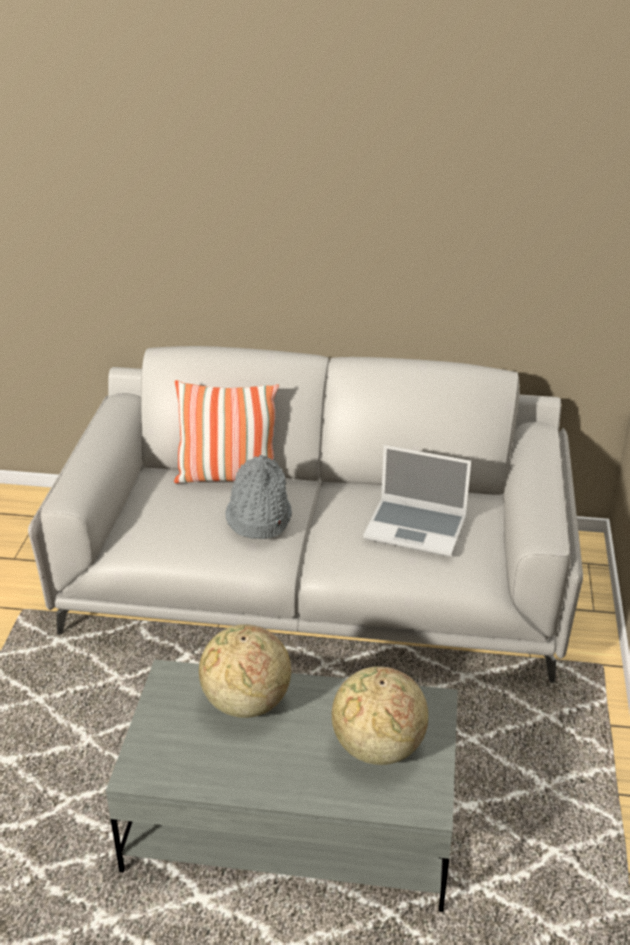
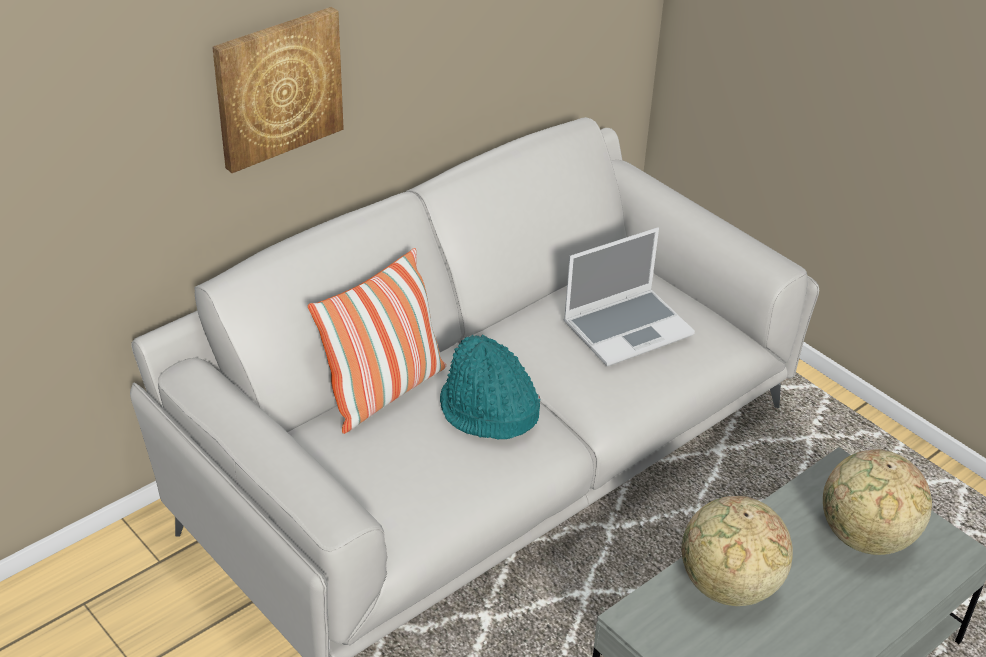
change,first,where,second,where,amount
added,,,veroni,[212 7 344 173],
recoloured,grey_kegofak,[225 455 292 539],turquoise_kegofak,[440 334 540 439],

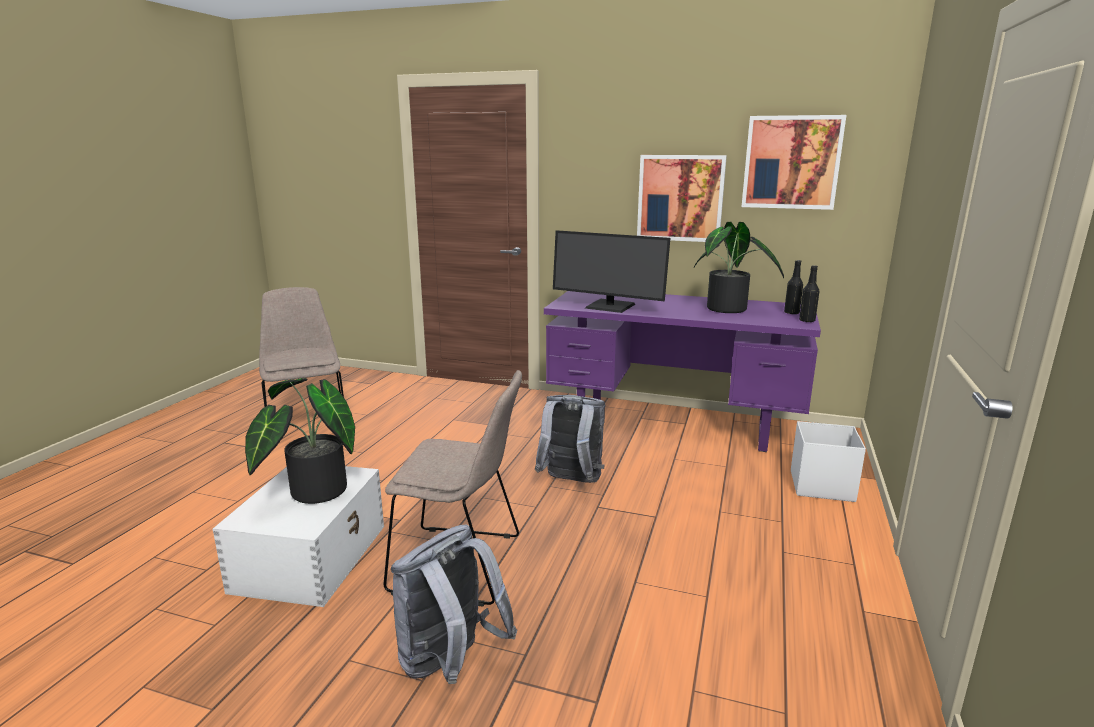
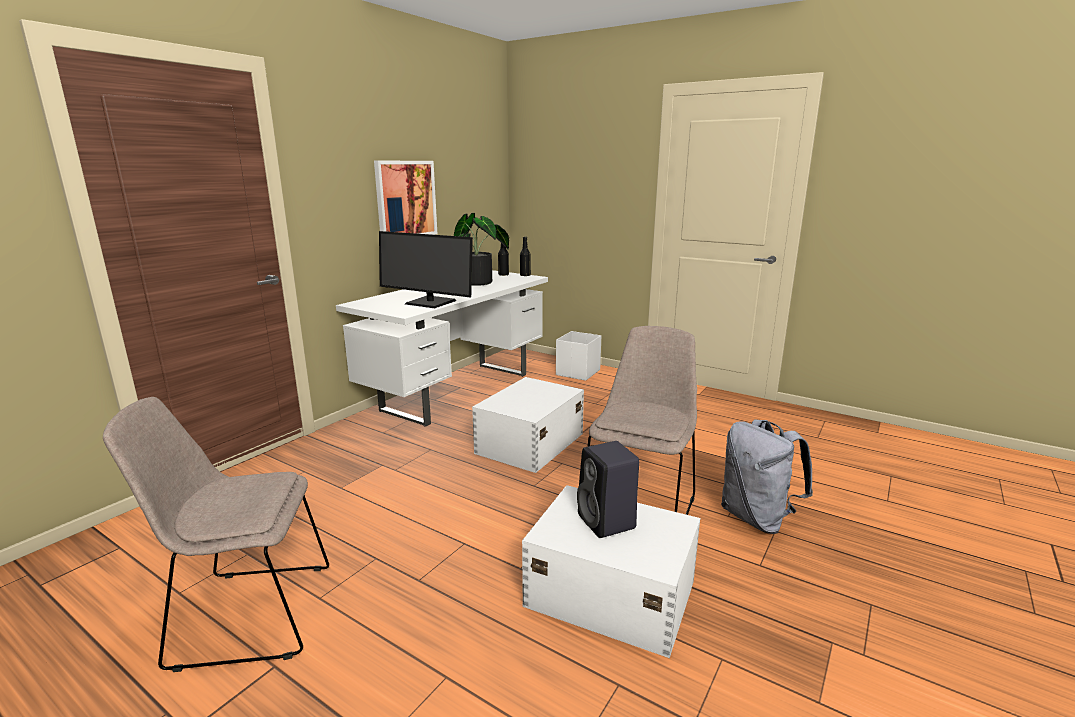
change,first,where,second,where,amount
recoloured,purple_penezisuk,[544 291 821 452],white_penezisuk,[336 270 548 427],
turned,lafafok,[553 230 671 313],,[379 231 473 308],75 degrees clockwise
replaced,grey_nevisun,[535 395 606 483],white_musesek,[472 377 584 473],
replaced,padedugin,[245 378 355 504],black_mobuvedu,[577 441 639 538],
removed,veroni,[742 115 846 210],,,

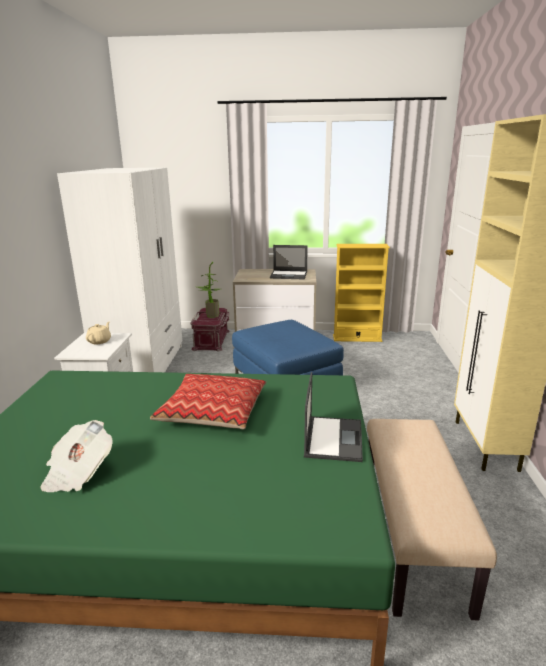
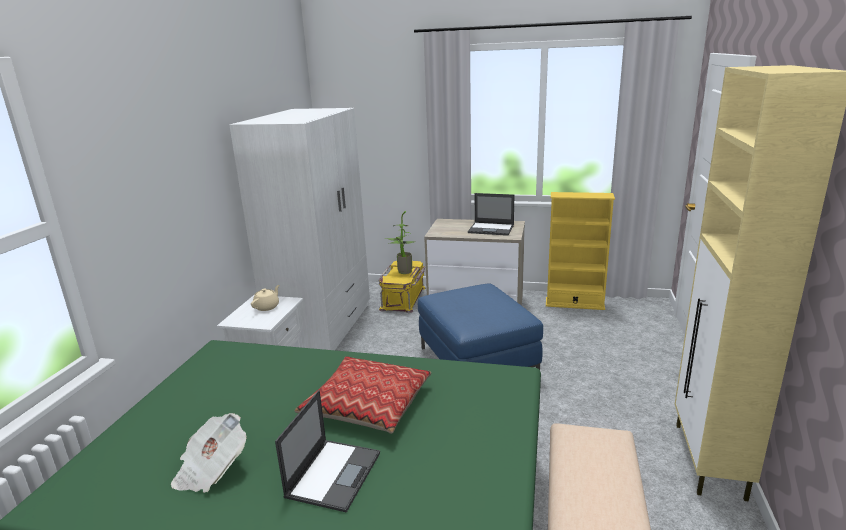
change,first,where,second,where,amount
moved,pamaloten,[304 372 363 462],,[275 390 380 513],
recoloured,red_musesek,[190 308 230 352],yellow_musesek,[379 261 426 313],

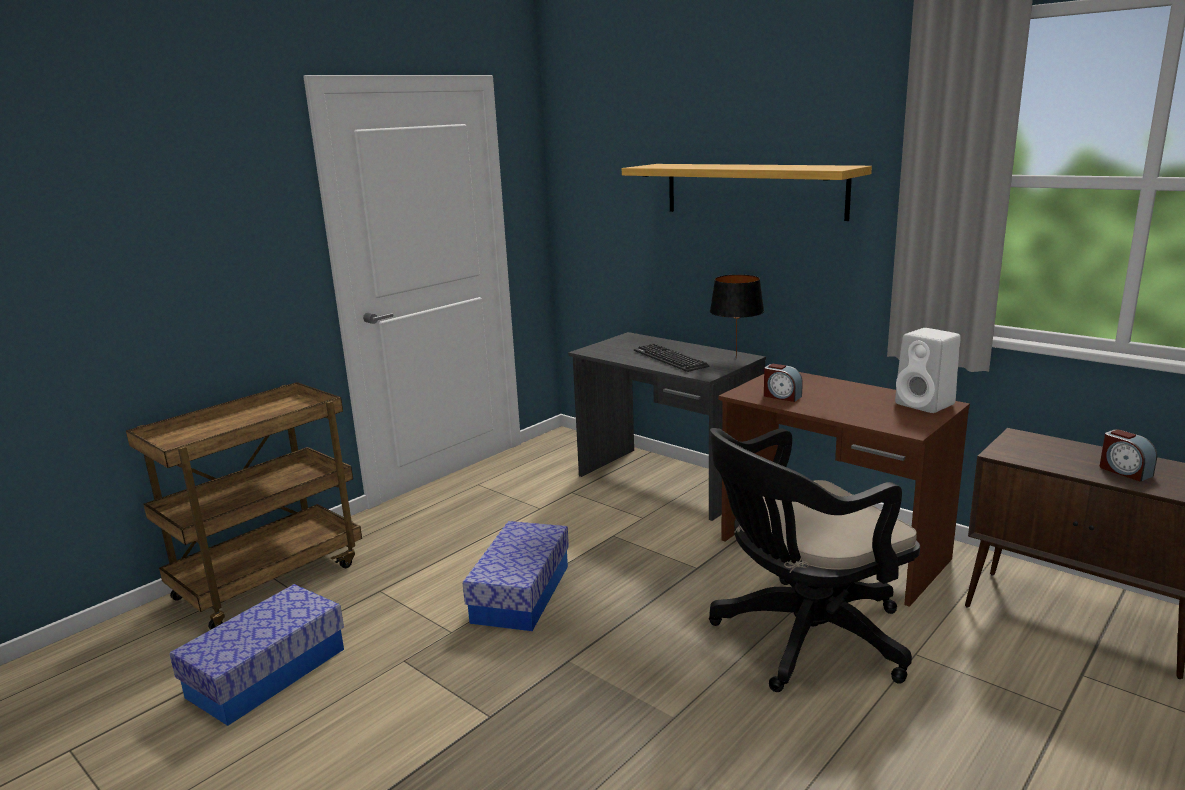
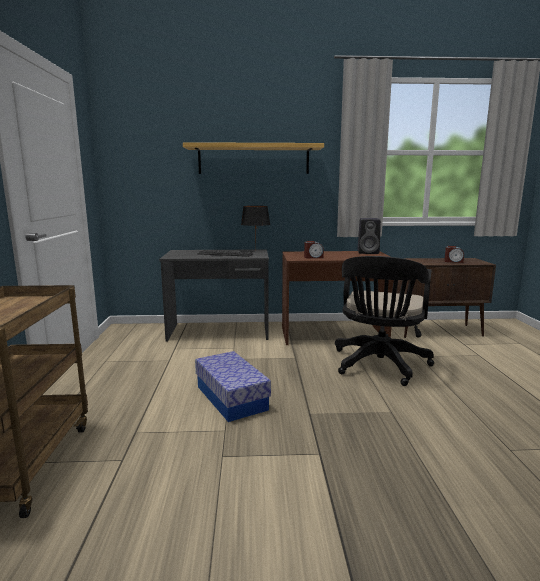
change,first,where,second,where,amount
recoloured,white_mobuvedu,[895 328 961 413],black_mobuvedu,[357 218 381 254],
removed,musesek,[169 584 344 726],,,

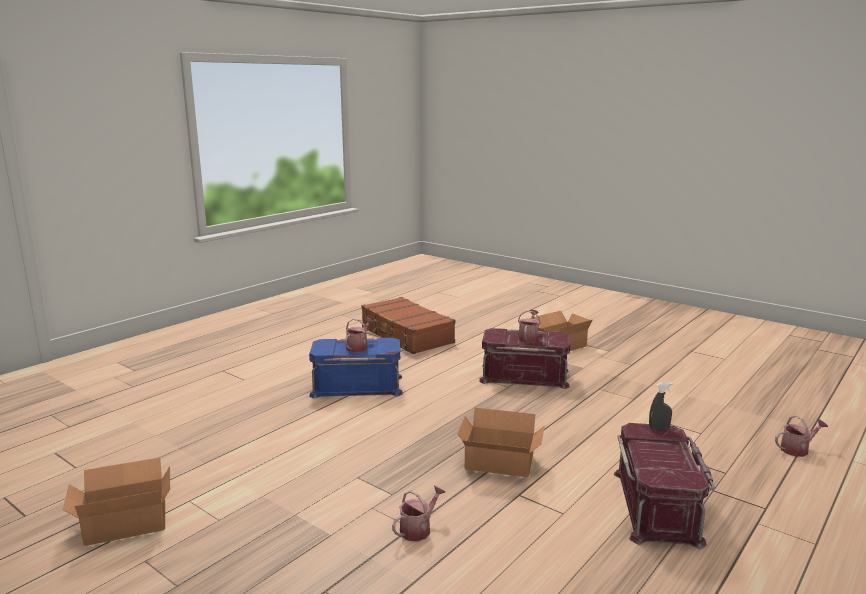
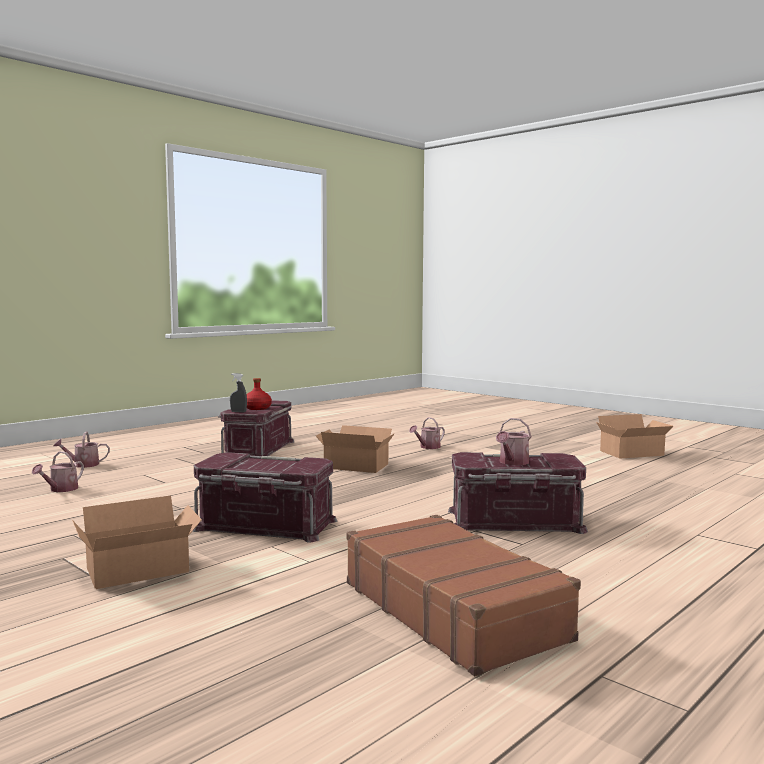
change,first,where,second,where,amount
moved,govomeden,[518 310 541 343],,[32 451 84 492],
added,,,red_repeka,[247 378 272 410],
recoloured,blue_musesek,[309 338 403 399],red_musesek,[448 452 588 534],

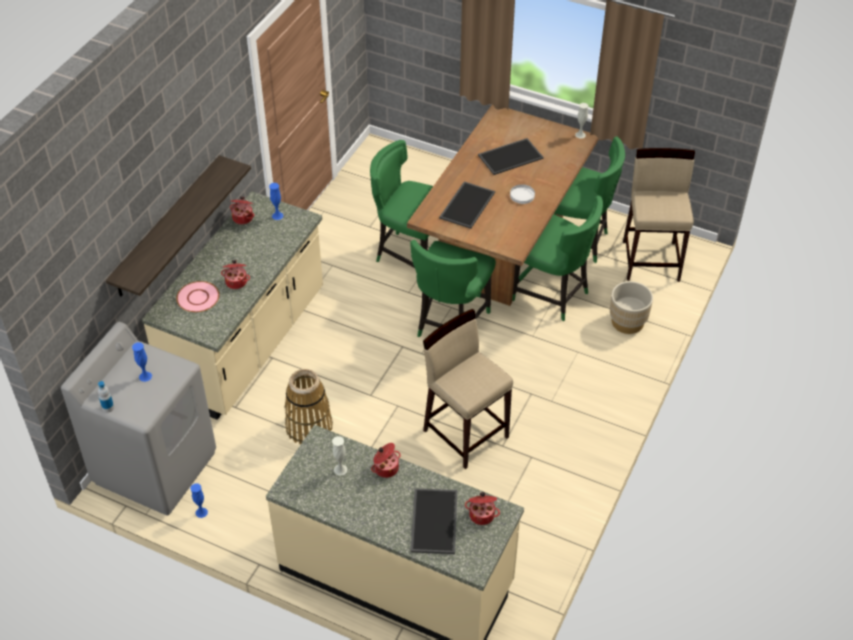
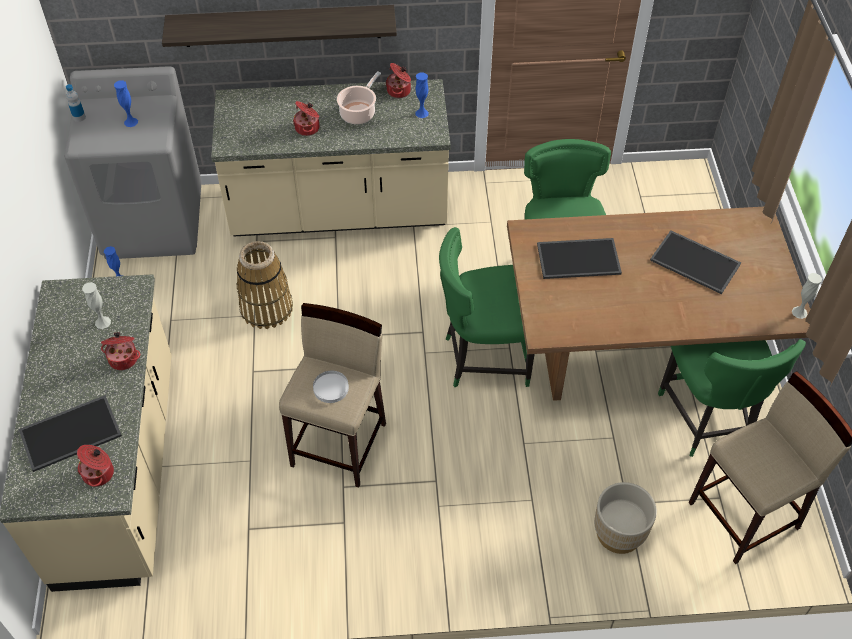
change,first,where,second,where,amount
moved,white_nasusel,[510 184 535 204],,[313 371 349 403],
added,,,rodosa,[337 71 381 124],
removed,pink_nasusel,[176 281 219 312],,,
removed,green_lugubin,[512 196 603 321],,,

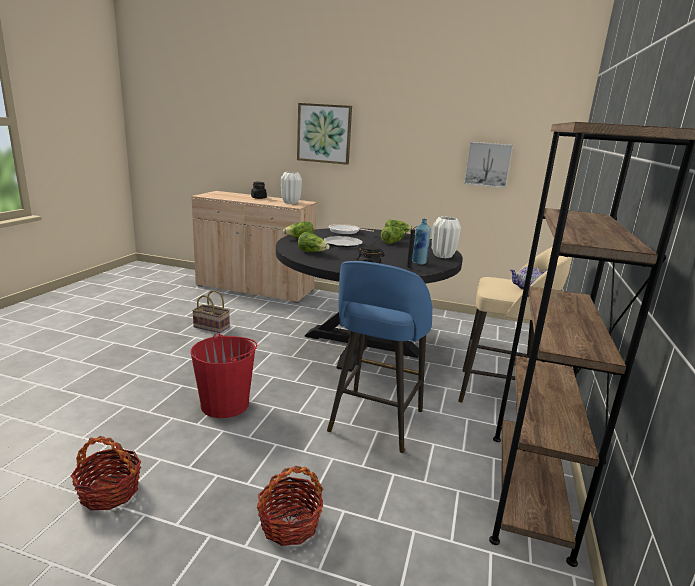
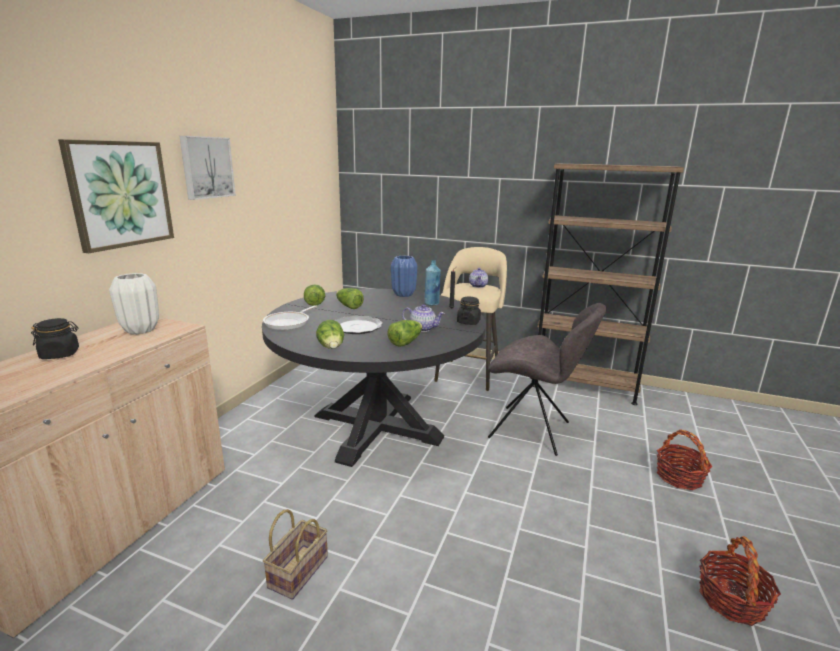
change,first,where,second,where,amount
moved,veroni,[464 142 513 188],,[180 136 236 200],
recoloured,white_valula,[432 217 461 258],blue_valula,[391 256 417 297],
added,,,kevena,[402 304 445 332],
replaced,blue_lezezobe,[327 261 433 453],grey_lugubin,[488 303 607 456],
removed,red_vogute,[190 333 258 418],,,

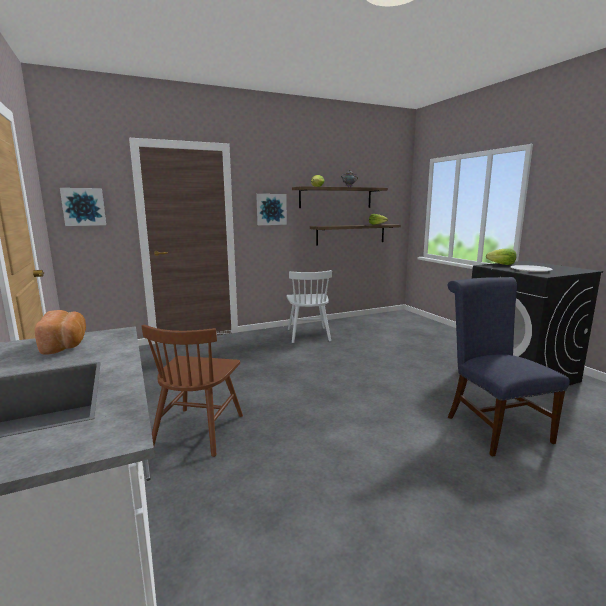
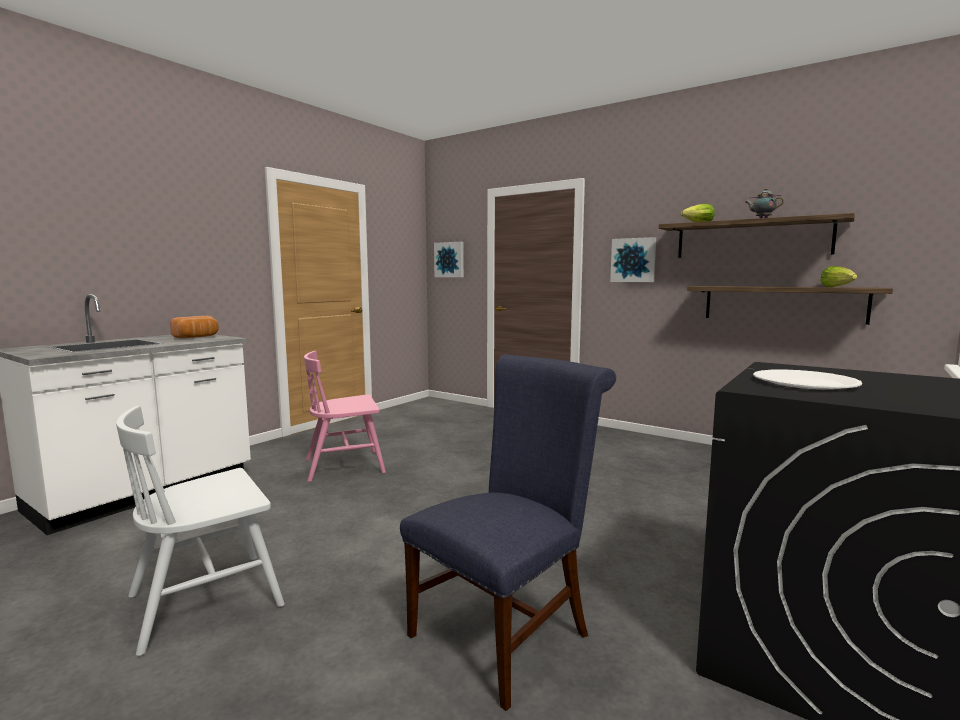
change,first,where,second,where,amount
moved,white_lugubin,[287 270 332 343],,[116 406 285 656],
recoloured,brown_lugubin,[142 324 243 457],pink_lugubin,[304 351 386 482],
removed,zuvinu,[486 249 517 265],,,

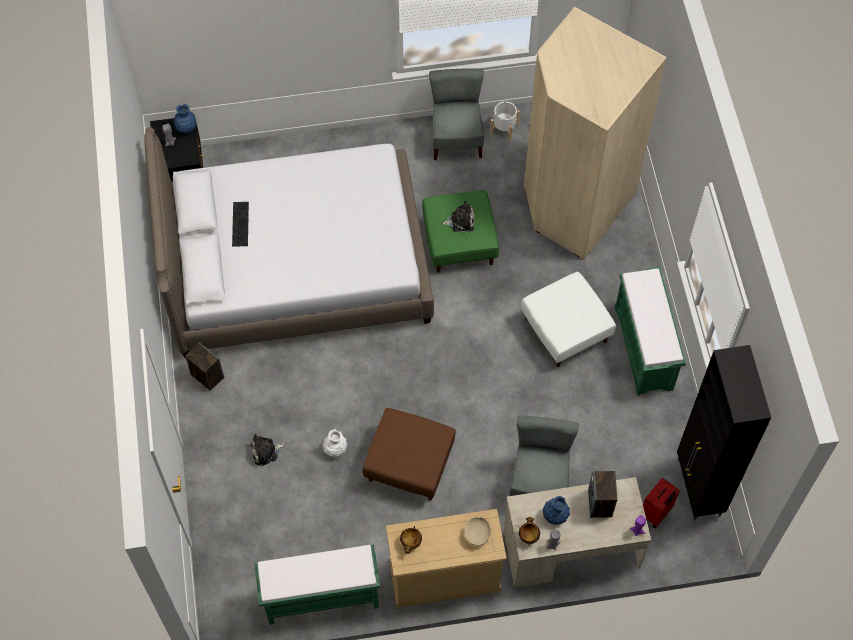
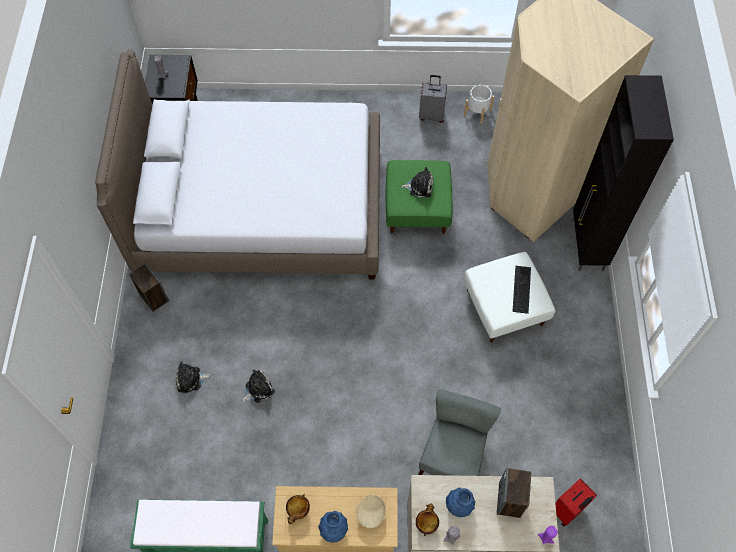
change,first,where,second,where,amount
replaced,white_valula,[322 429 348 458],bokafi,[242 370 275 403],
moved,blue_valula,[173 104 197 133],,[318 511 348 542],
replaced,grey_lugubin,[429 68 484 160],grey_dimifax,[419 75 447 123],
moved,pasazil,[232 202 249 247],,[512 266 531 314],
moved,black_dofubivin,[677 345 771 521],,[573 75 674 271],
removed,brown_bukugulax,[363 408 456 501],,,
removed,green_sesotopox,[615 267 686 396],,,

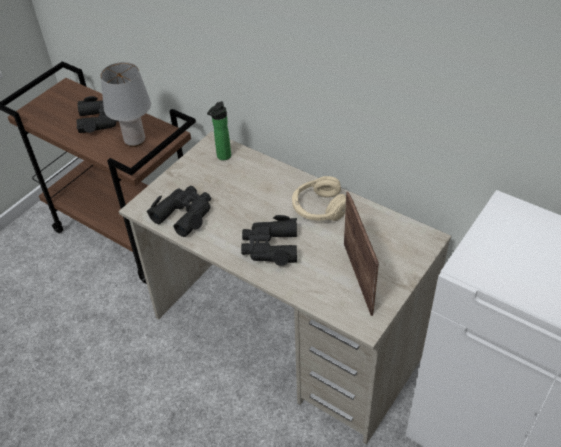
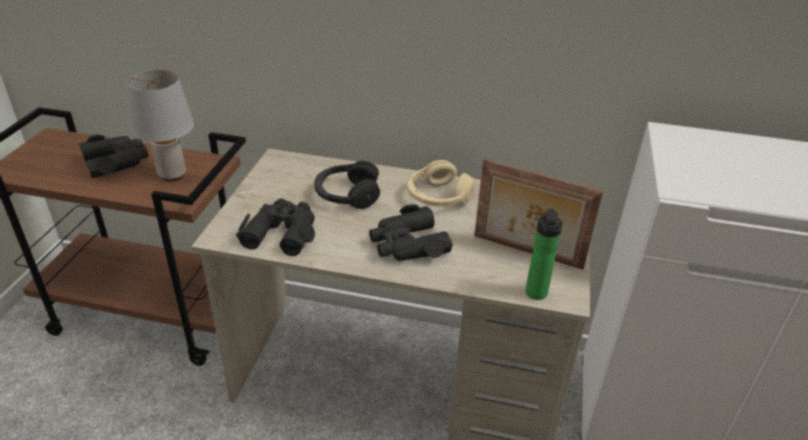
change,first,where,second,where,amount
added,,,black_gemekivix,[314 161 380 209],
turned,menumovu,[344 192 379 316],,[474 159 603 270],150 degrees clockwise
moved,repeka,[207 101 231 160],,[525 209 563 300],

